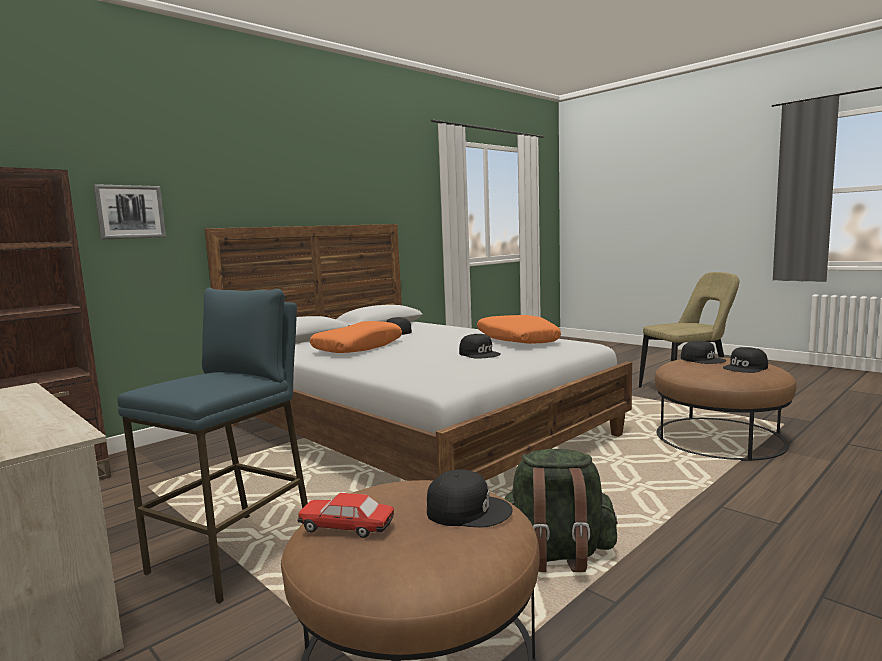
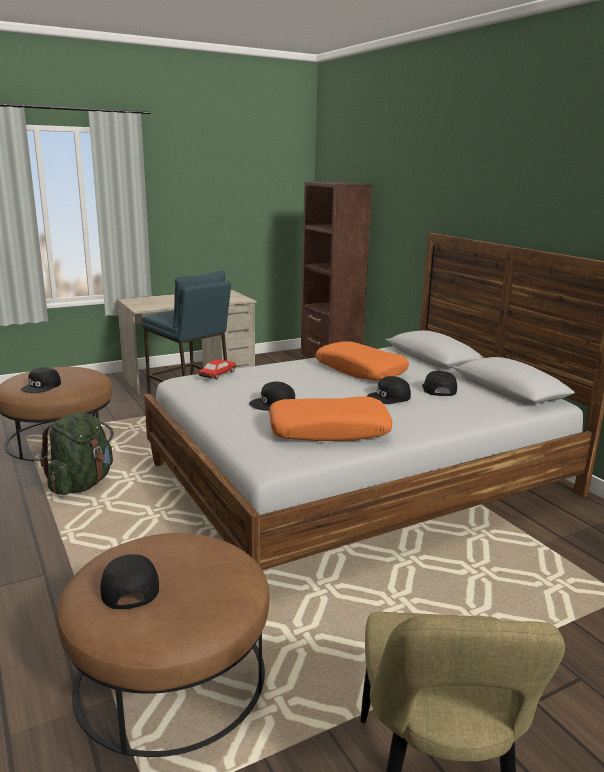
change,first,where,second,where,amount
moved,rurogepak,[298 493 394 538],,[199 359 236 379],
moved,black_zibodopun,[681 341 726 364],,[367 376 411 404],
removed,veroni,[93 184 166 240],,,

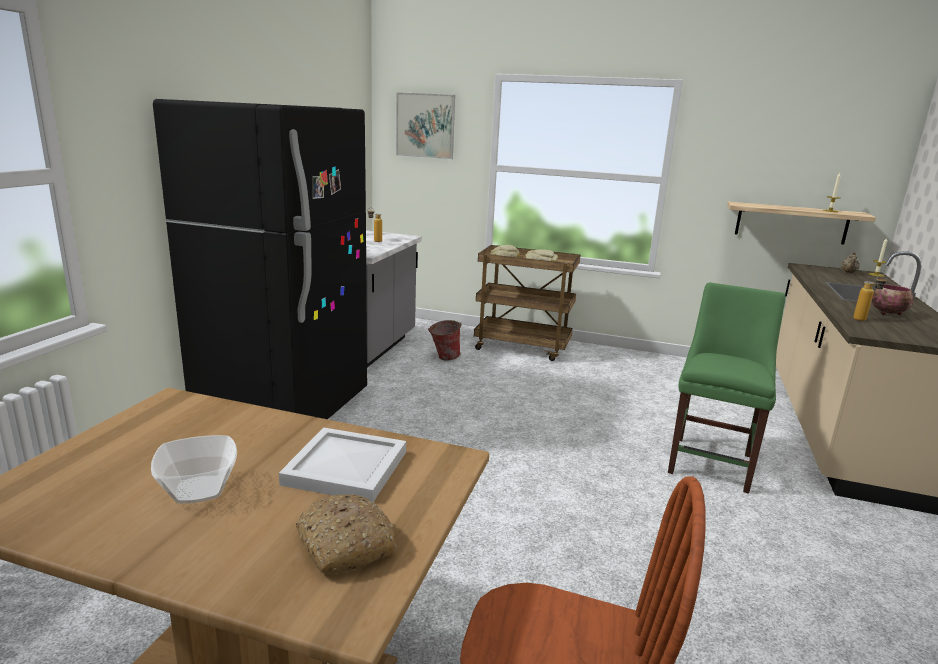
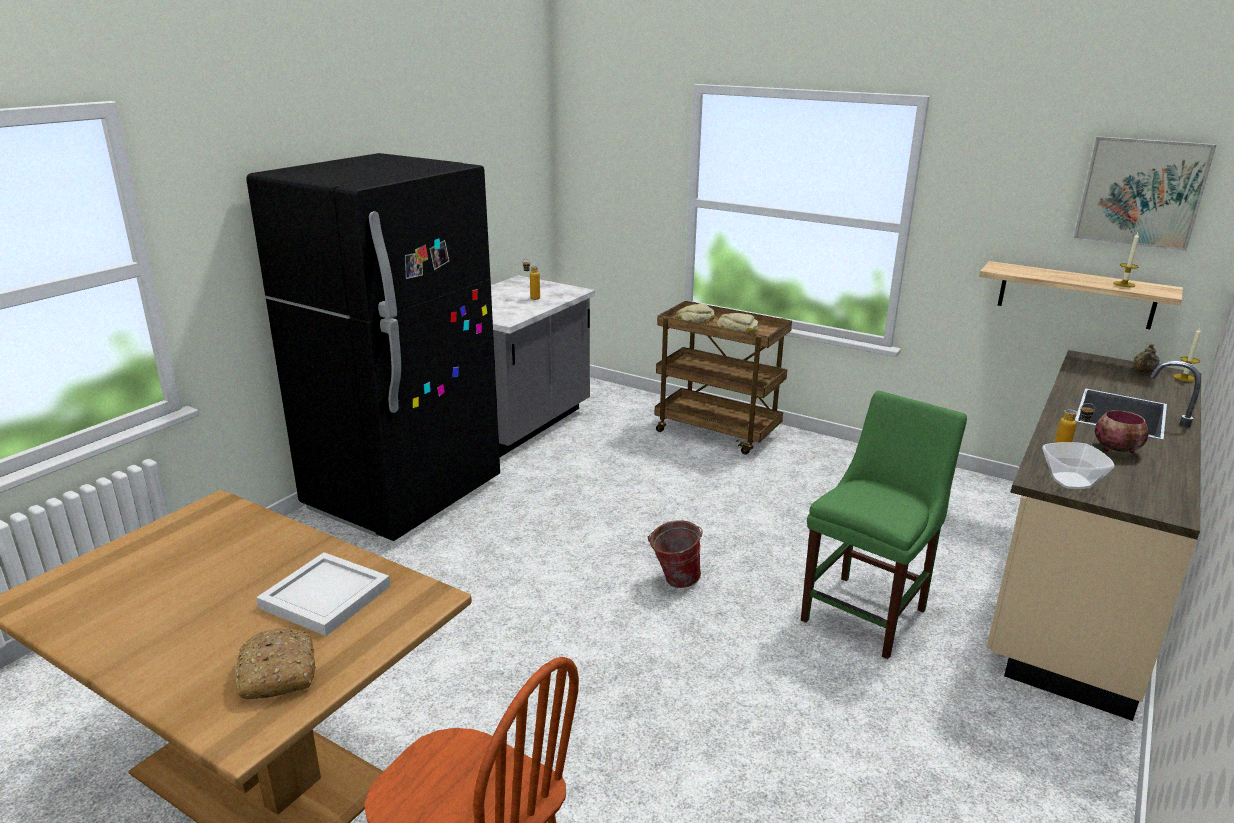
change,first,where,second,where,amount
moved,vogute,[428 320 462 361],,[648 520 703 588],
moved,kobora,[151 435 237 504],,[1042 442 1115 489],
moved,veroni,[396 92 455 159],,[1074 136 1217 251],

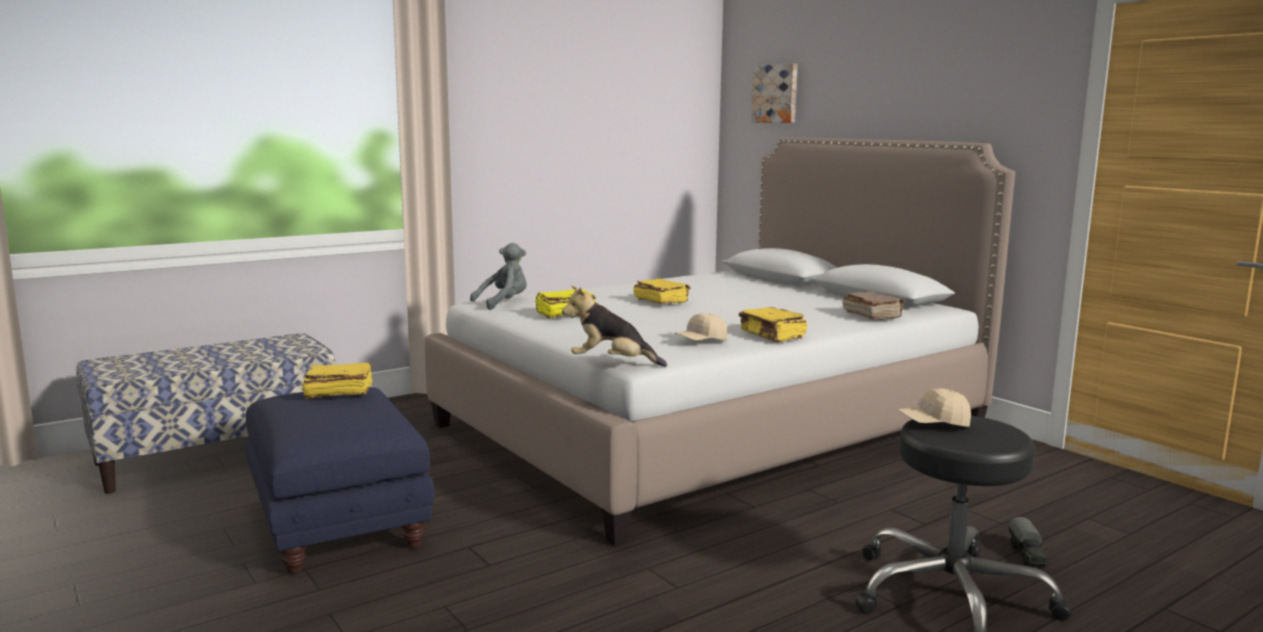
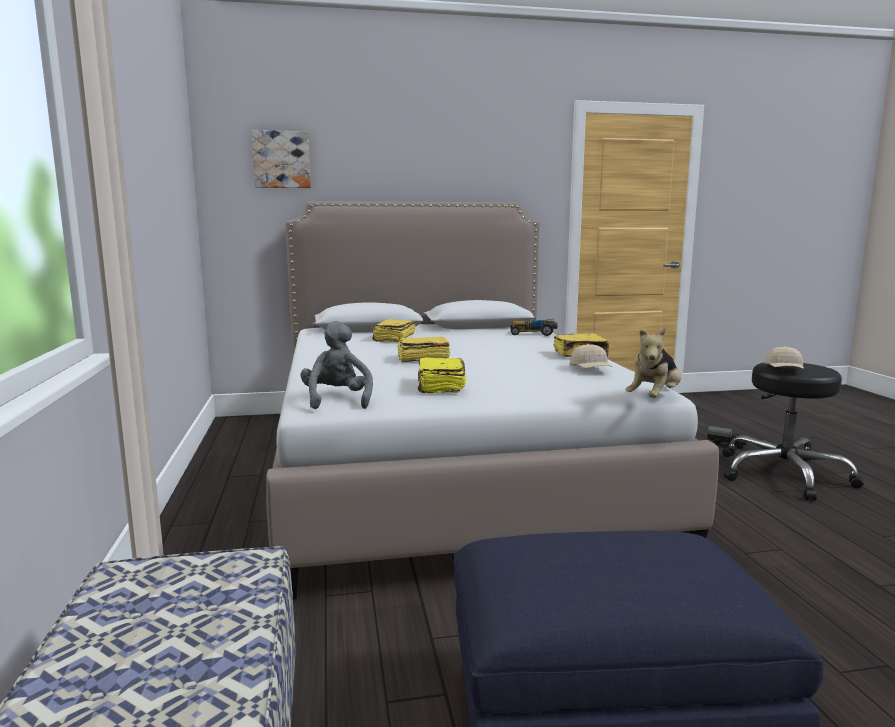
change,first,where,second,where,amount
moved,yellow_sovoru,[302 363 372 399],,[372 319 415 342],
replaced,brown_sovoru,[842 291 905 319],rurogepak,[510 318 558 336],

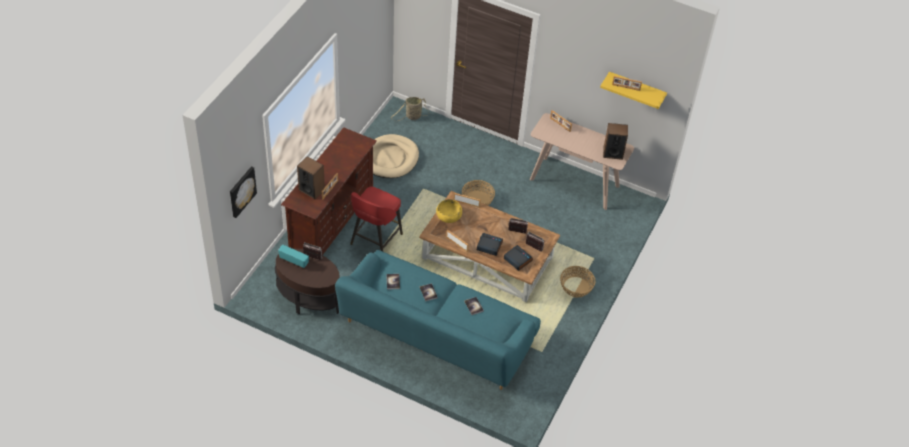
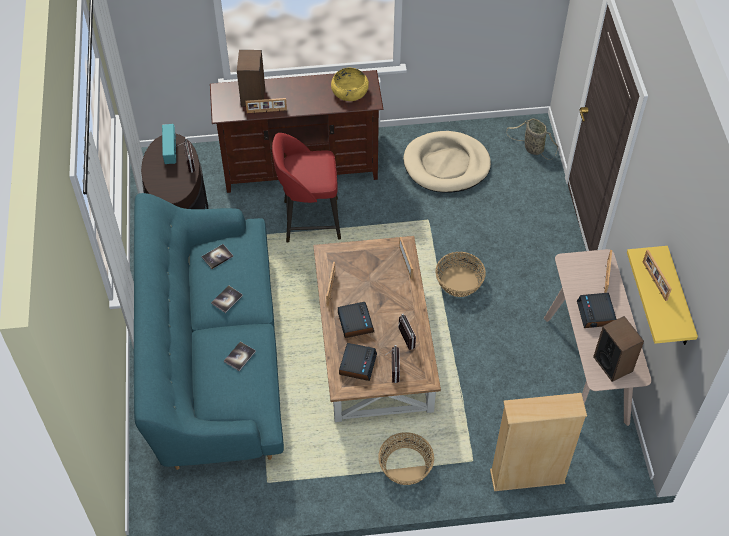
change,first,where,second,where,amount
moved,yellow_kobora,[436 199 462 223],,[331 68 369 101],
added,,,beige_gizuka,[490 393 587 491],
added,,,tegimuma,[577 293 616 328],
removed,veroni,[230 166 257 218],,,

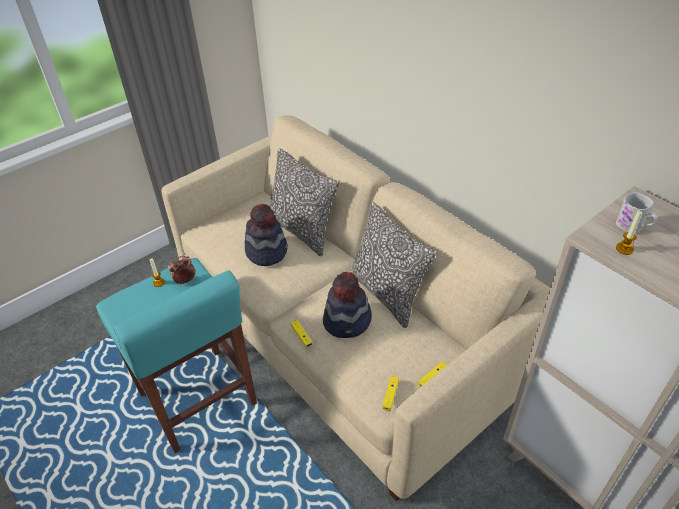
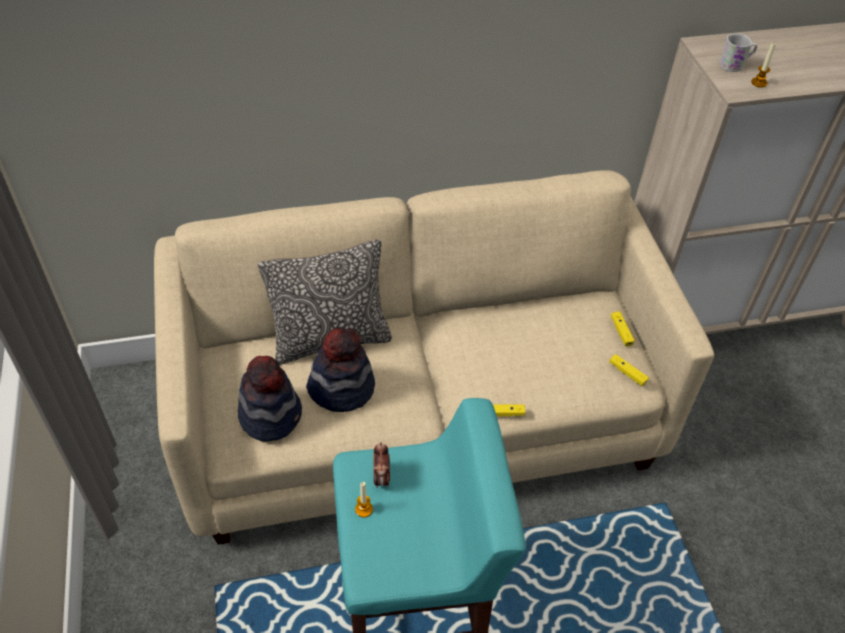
change,first,where,second,where,amount
moved,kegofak,[323 272 372 338],,[238 356 302 442],
removed,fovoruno,[349 202 436 328],,,

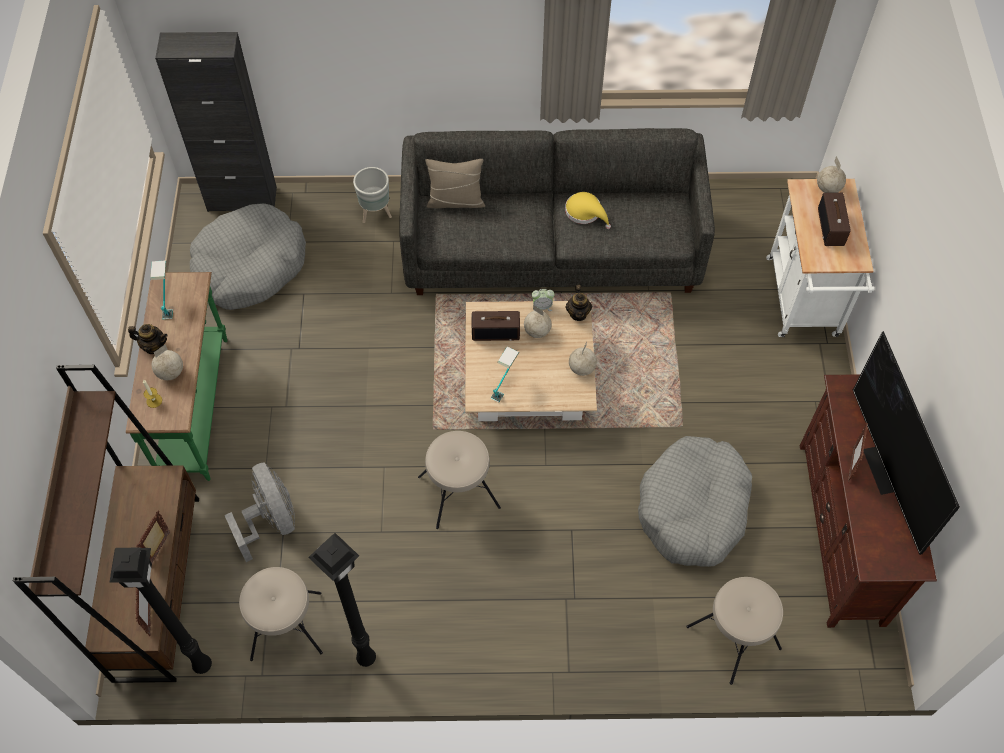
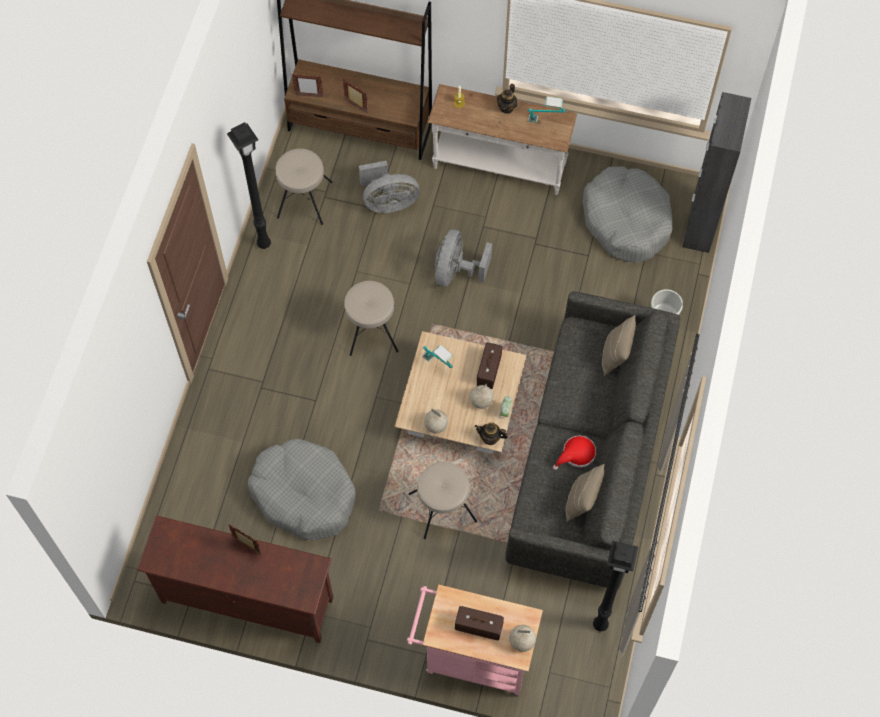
change,first,where,second,where,amount
recoloured,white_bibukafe,[766 179 874 337],pink_bibukafe,[407 584 543 696],
moved,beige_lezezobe,[686 577 783 685],,[409 462 477 539],
recoloured,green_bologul,[126 272 227 481],white_bologul,[427 84 577 195],
added,,,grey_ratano,[435 229 492 287],
recoloured,yellow_kegofak,[565 192 611 229],red_kegofak,[553 436 596 470],
added,,,beige_fovoruno,[566 464 605 522],
moved,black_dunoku,[109 548 212 674],,[593 541 638 631],
removed,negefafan,[152 344 183 380],,,
removed,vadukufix,[853 331 960 555],,,

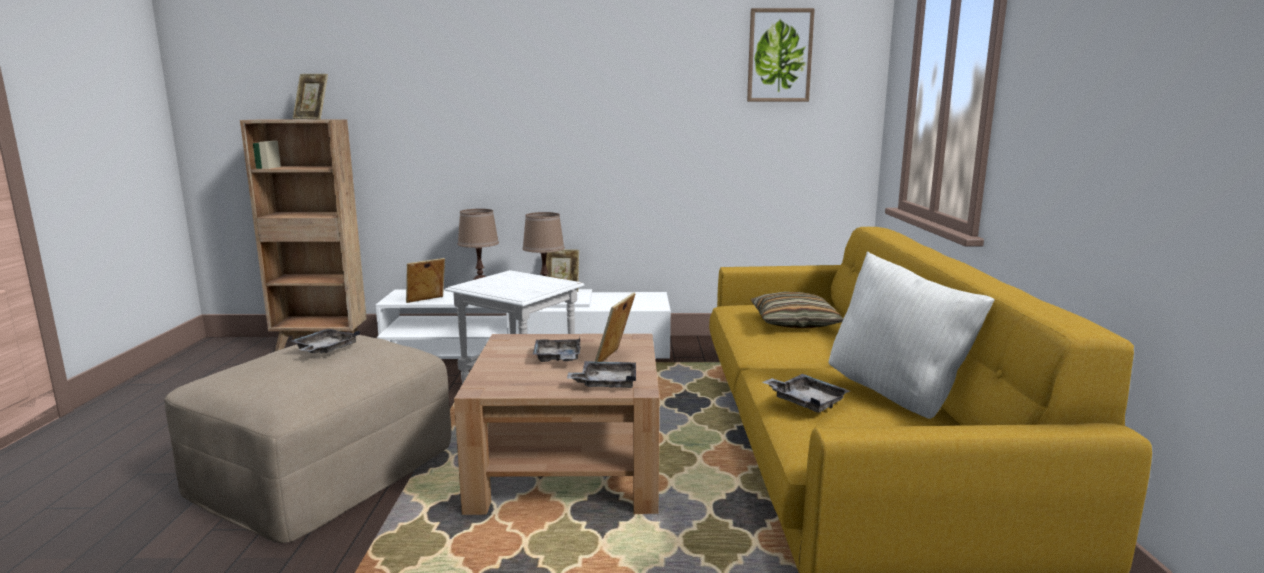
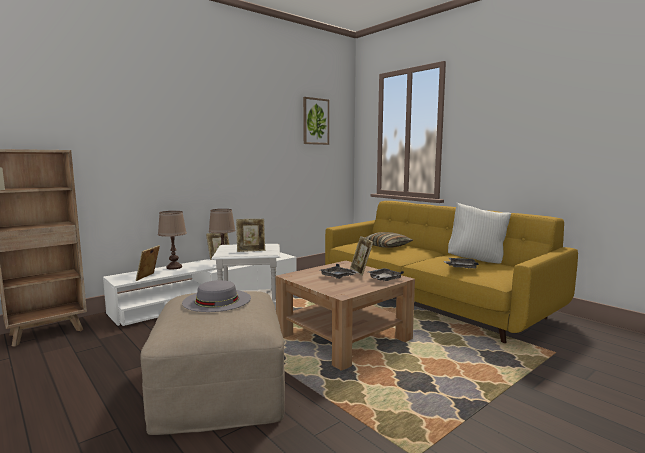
change,first,where,second,where,amount
replaced,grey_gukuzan,[291 329 360 354],grey_kegofak,[182 280 251 312],
moved,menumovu,[293 74 328 120],,[236 219 265 252],

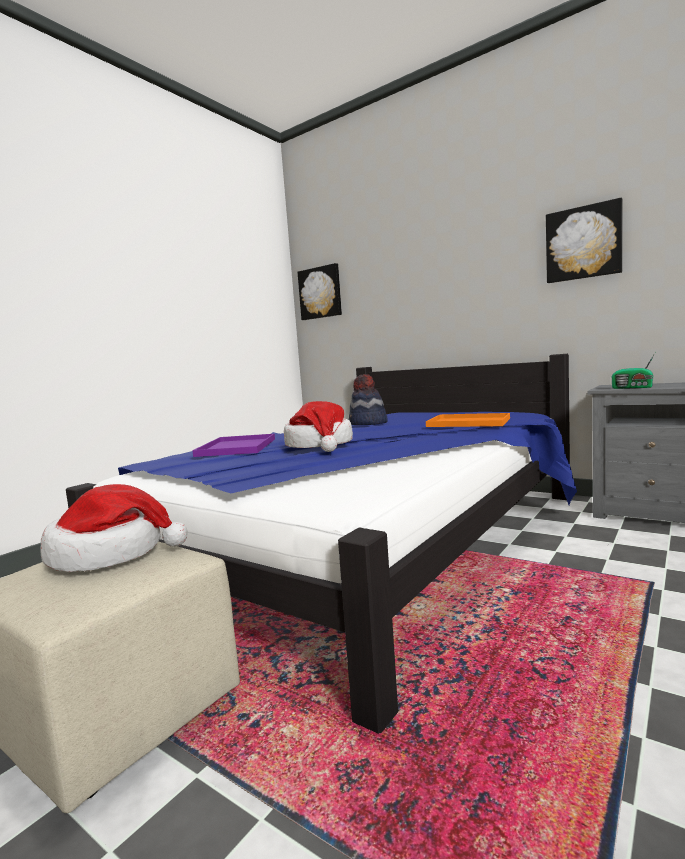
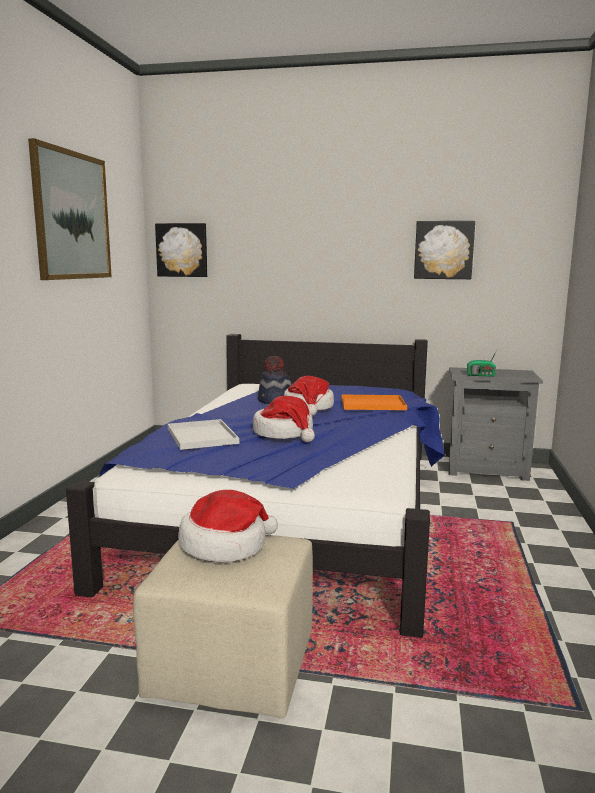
change,first,where,second,where,amount
added,,,veroni,[28 138 112 280],
recoloured,purple_gukuzan,[192 434 275 457],white_gukuzan,[168 419 239 450],
added,,,kegofak,[284 376 334 416],

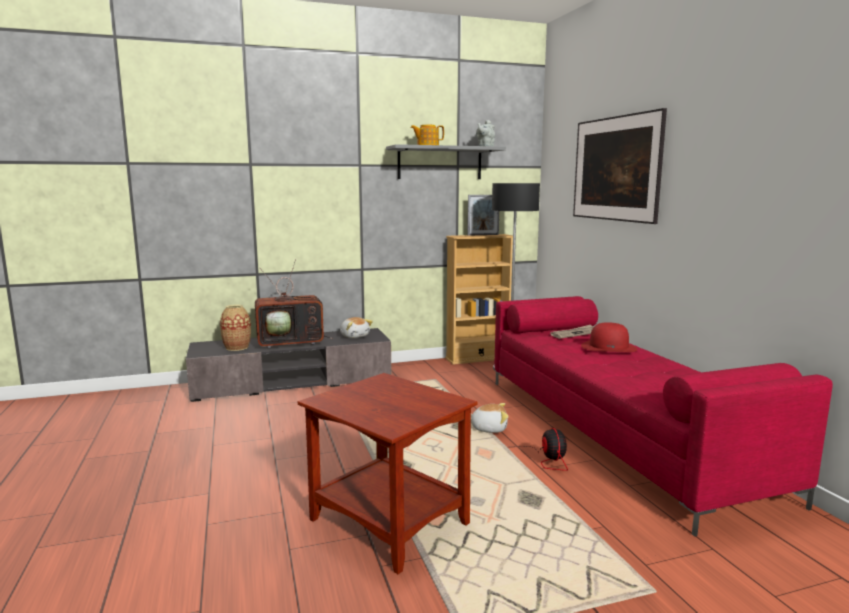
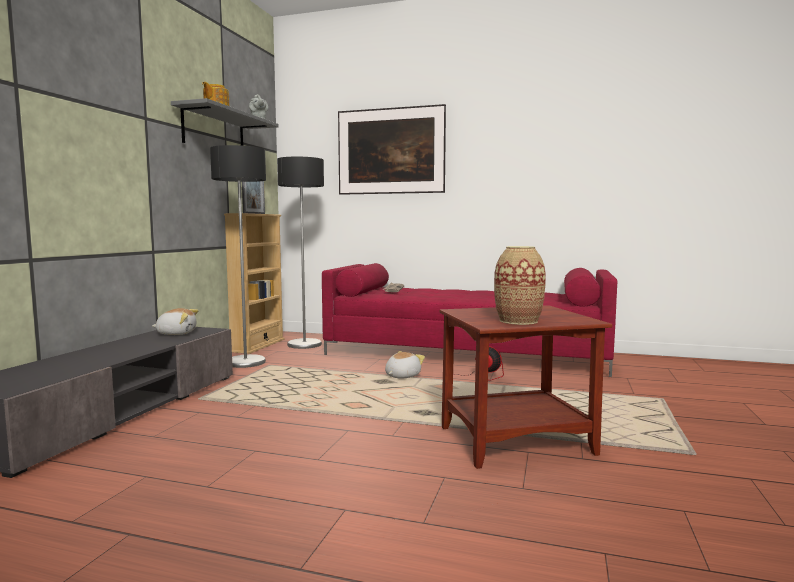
change,first,where,second,where,amount
added,,,dunoku,[210 145 266 368],
moved,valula,[220 304 251 351],,[494 246 546 325],
removed,vadukufix,[255 259 333 349],,,
removed,red_kegofak,[581 322 637 352],,,

